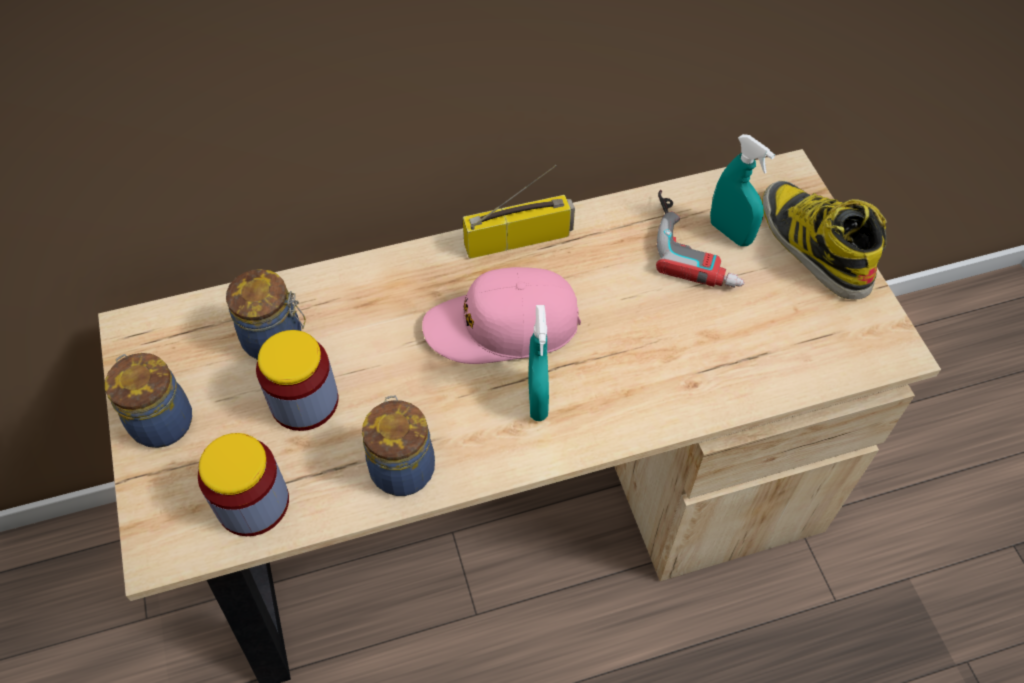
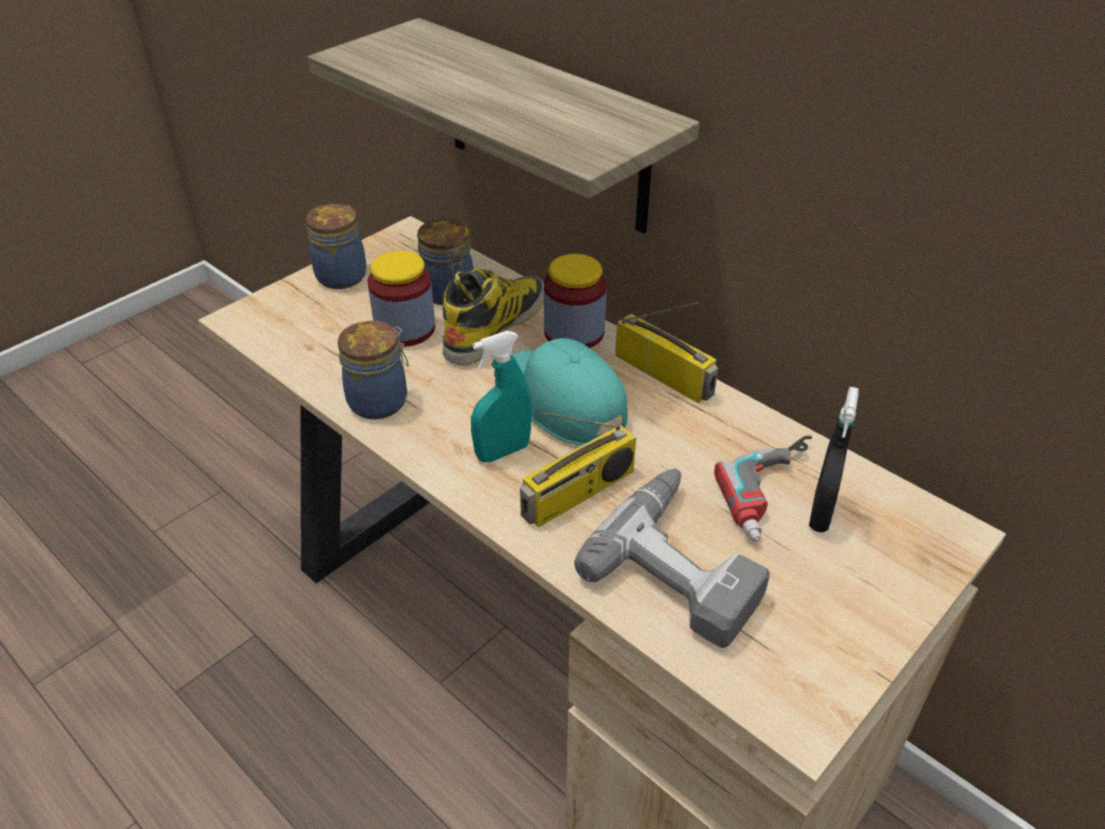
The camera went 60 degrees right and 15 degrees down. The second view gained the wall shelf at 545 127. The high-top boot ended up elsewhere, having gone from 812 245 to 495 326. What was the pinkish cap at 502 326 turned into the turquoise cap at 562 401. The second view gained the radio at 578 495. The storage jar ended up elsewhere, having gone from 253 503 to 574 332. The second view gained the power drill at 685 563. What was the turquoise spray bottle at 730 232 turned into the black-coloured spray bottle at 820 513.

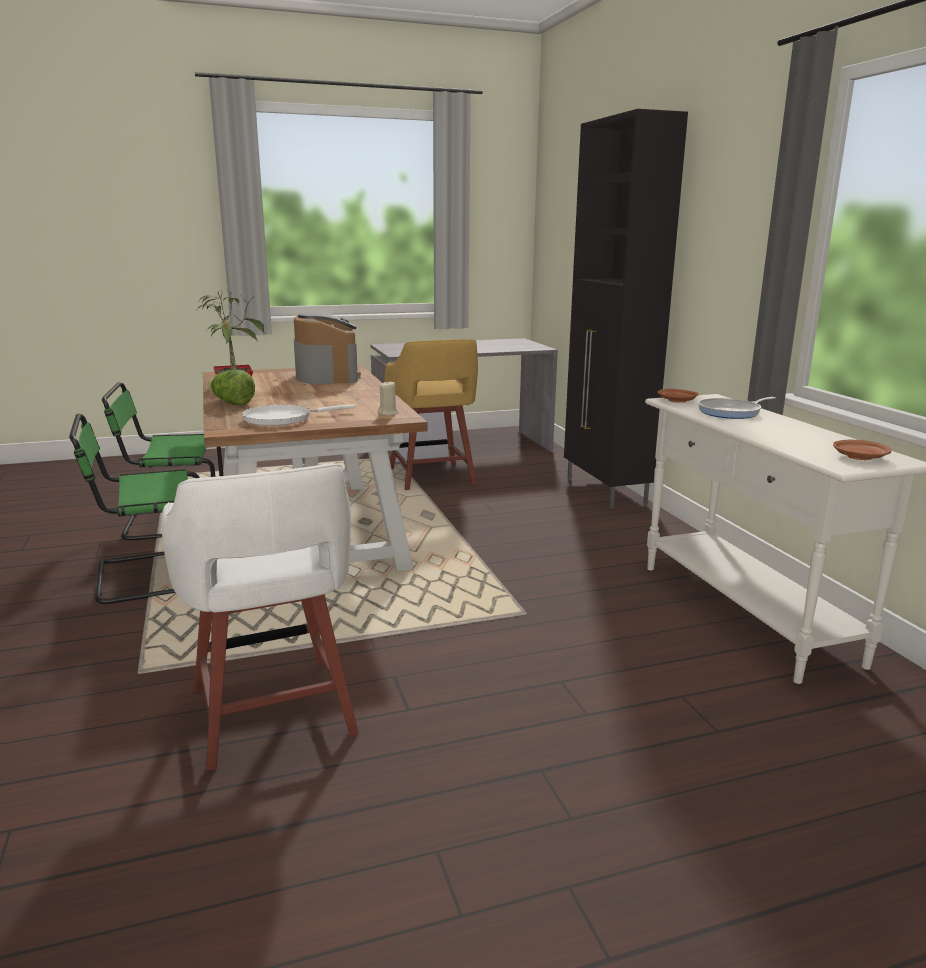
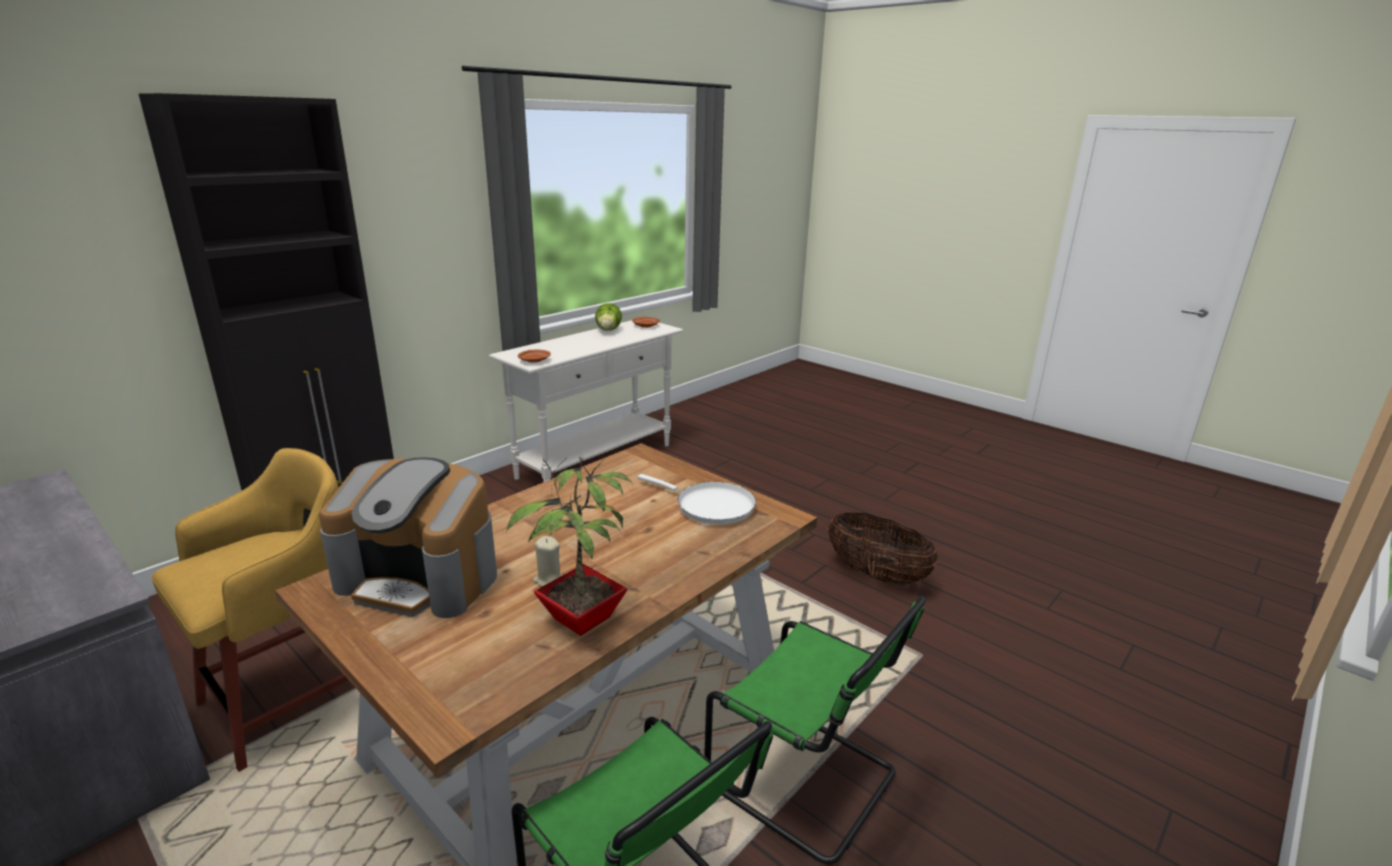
The camera went 120 degrees left and 5 degrees up. The coffee maker at 327 376 ended up facing another way, 120 degrees counterclockwise from before. The beige-coloured wax candle ended up elsewhere, having gone from 388 413 to 548 580. The lettuce ended up elsewhere, having gone from 232 403 to 608 331. Where the whitish stool seat stood at 272 714, the storage basket came to stand at 876 575. The second view lost the skillet at 732 412.

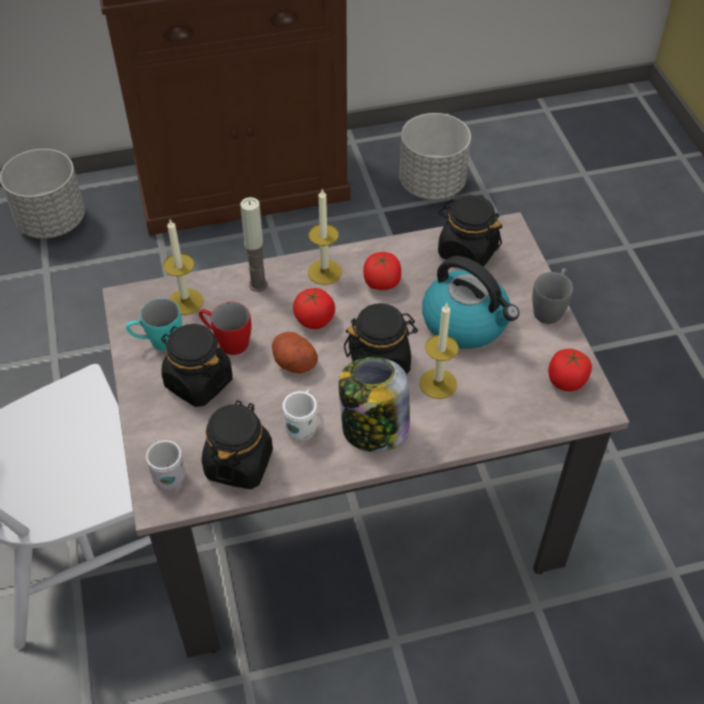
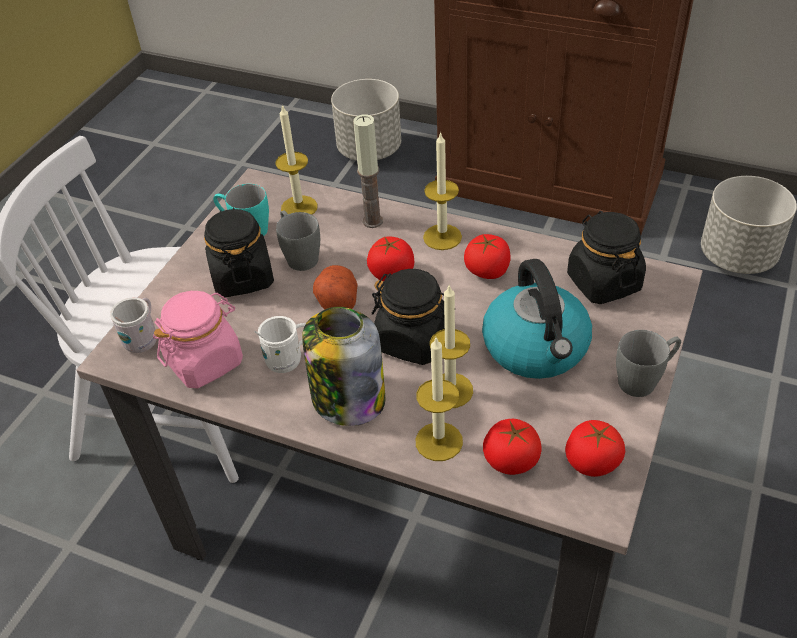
The camera went 40 degrees right and 5 degrees down. What was the black-coloured storage jar at 239 463 turned into the pinkish storage jar at 205 361. What was the red mug at 227 341 turned into the gray mug at 299 255. The second view gained the wax candle at 439 441. The second view gained the tomato at 511 460.

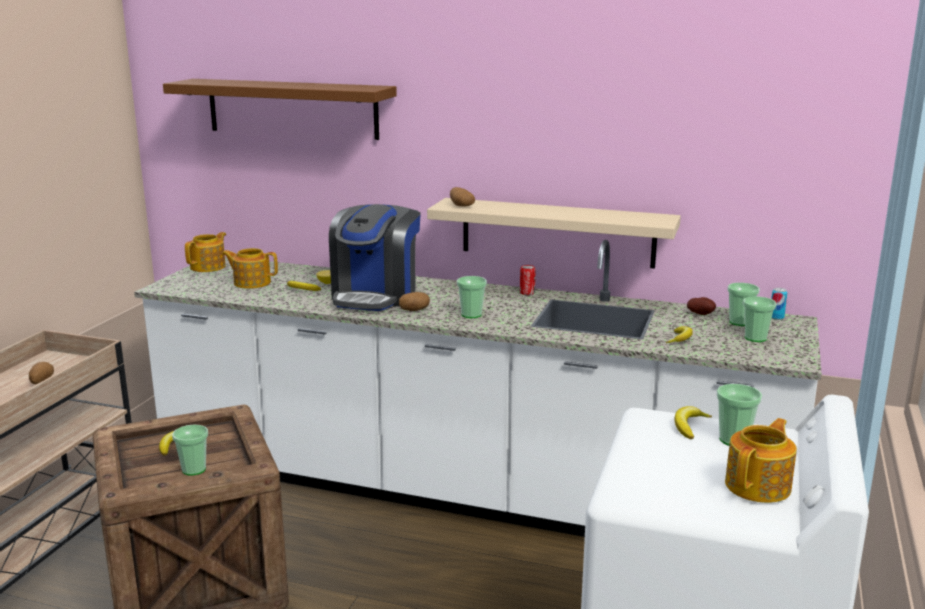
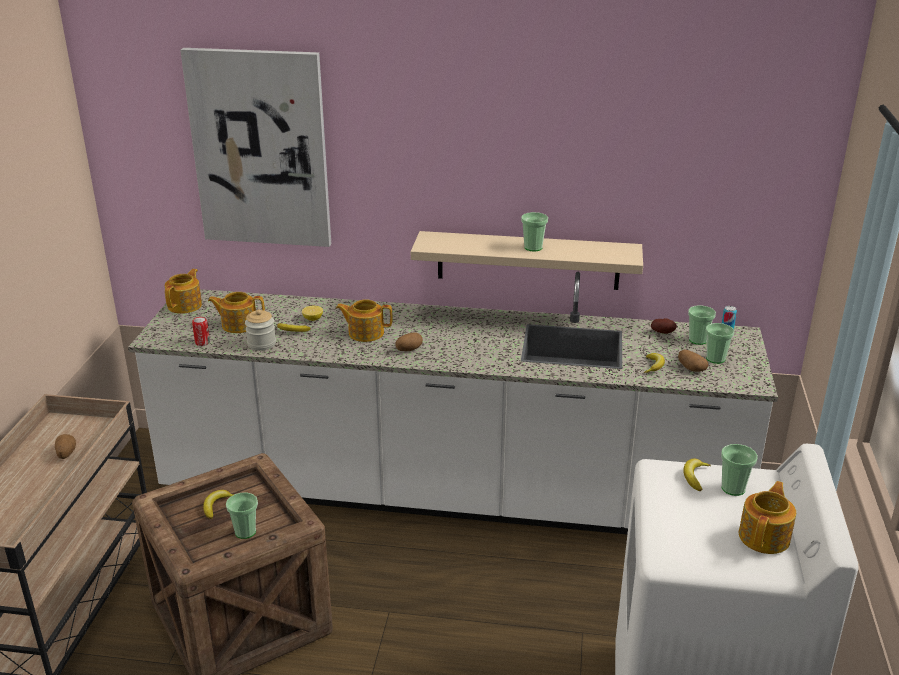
The camera went 10 degrees left and 10 degrees up. Where the brownish wall shelf hung at 292 108, the wall picture came to hang at 260 149. The can ended up elsewhere, having gone from 527 293 to 202 342. The second view gained the storage jar at 261 344. Where the coffee maker stood at 375 295, the pot for tea came to stand at 365 333. The small cup ended up elsewhere, having gone from 471 315 to 533 247. The spud ended up elsewhere, having gone from 461 206 to 690 368.

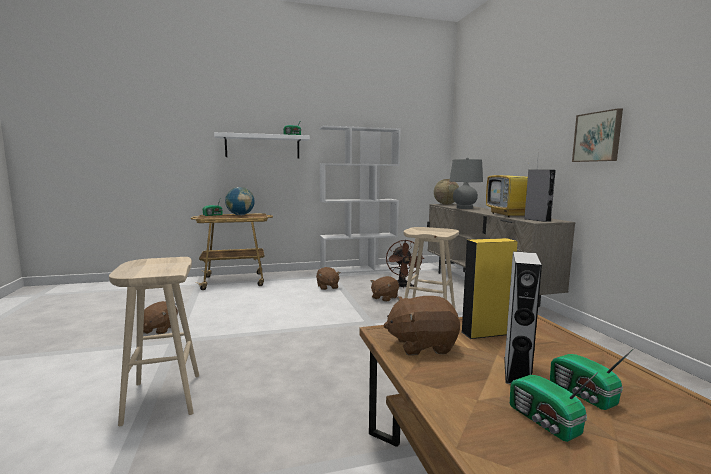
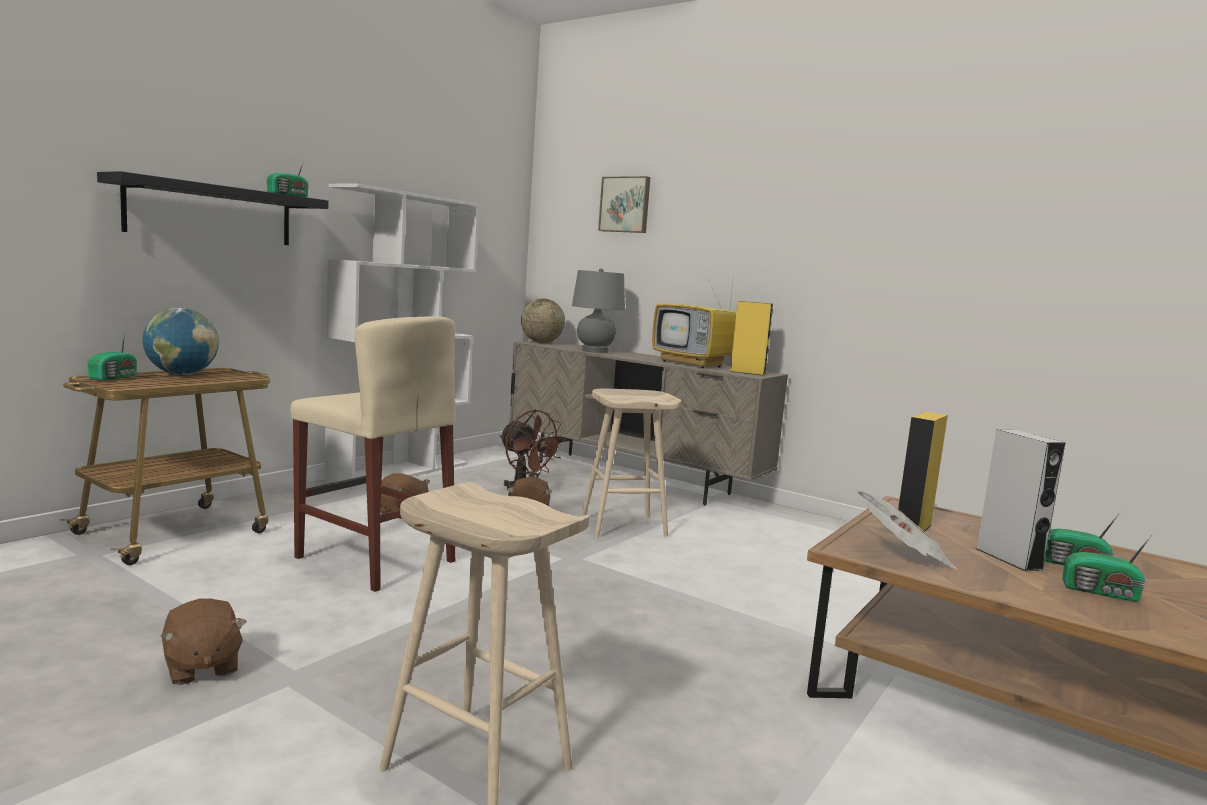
The camera went 40 degrees left and 0 degrees up. What was the whitish wall shelf at 262 146 turned into the black-coloured wall shelf at 211 213. The second view gained the beige-coloured stool seat at 375 559. The wall picture ended up elsewhere, having gone from 598 137 to 625 204. What was the gray speaker at 537 220 turned into the yellowish speaker at 747 372. Where the brownish plush toy stood at 422 345, the daily paper came to stand at 902 555.

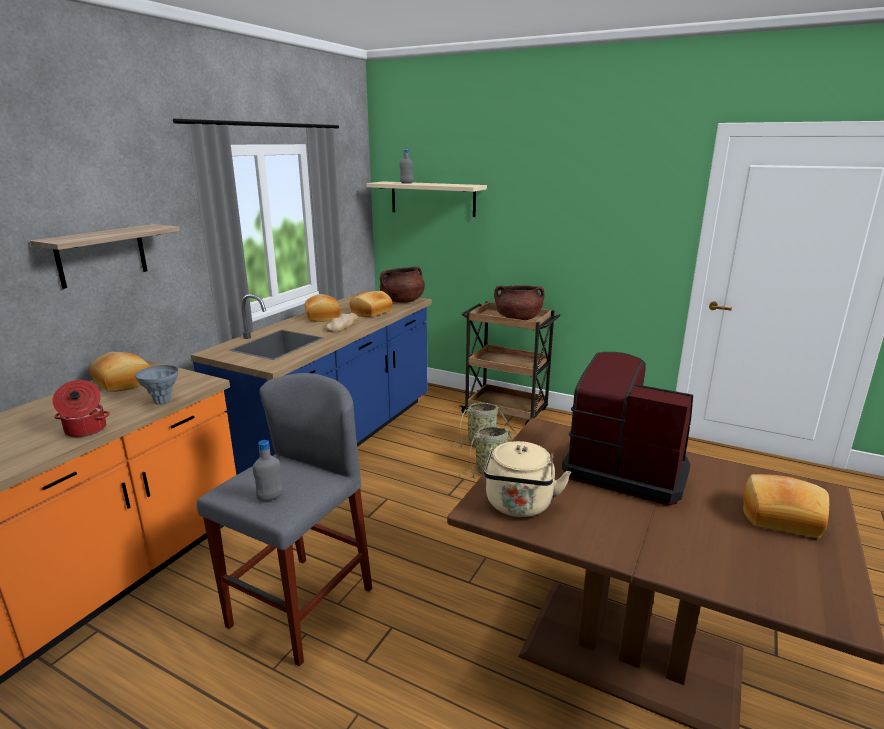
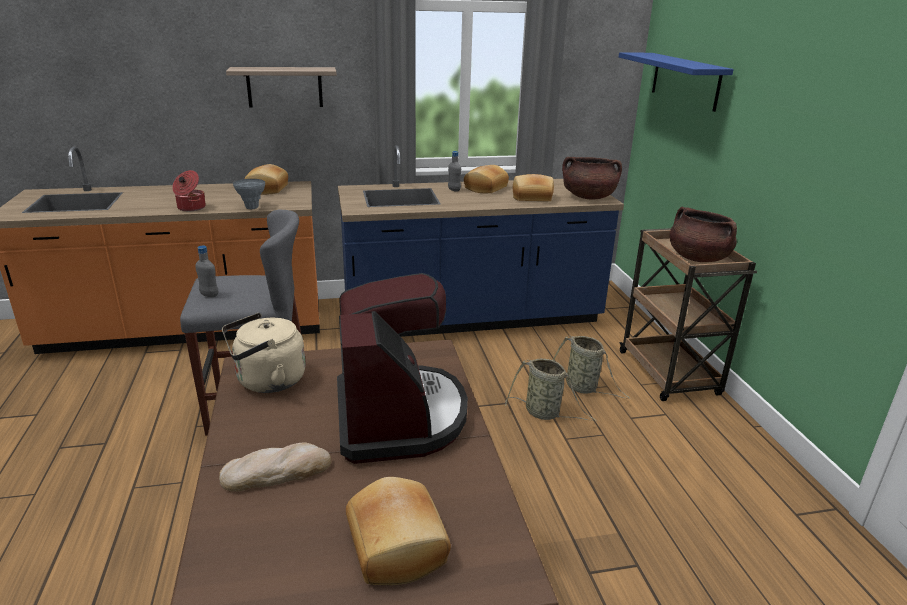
The camera went 50 degrees right and 5 degrees up. The baked bread ended up elsewhere, having gone from 342 325 to 277 471. The gray bottle ended up elsewhere, having gone from 406 183 to 454 190. What was the beige-coloured wall shelf at 432 198 turned into the blue-coloured wall shelf at 685 80.

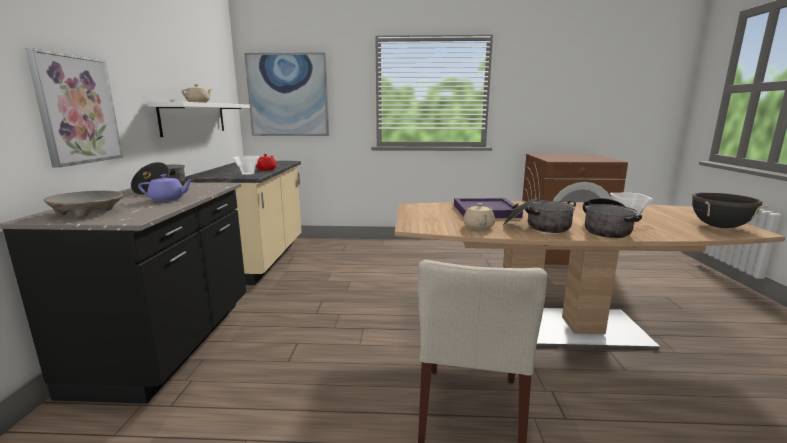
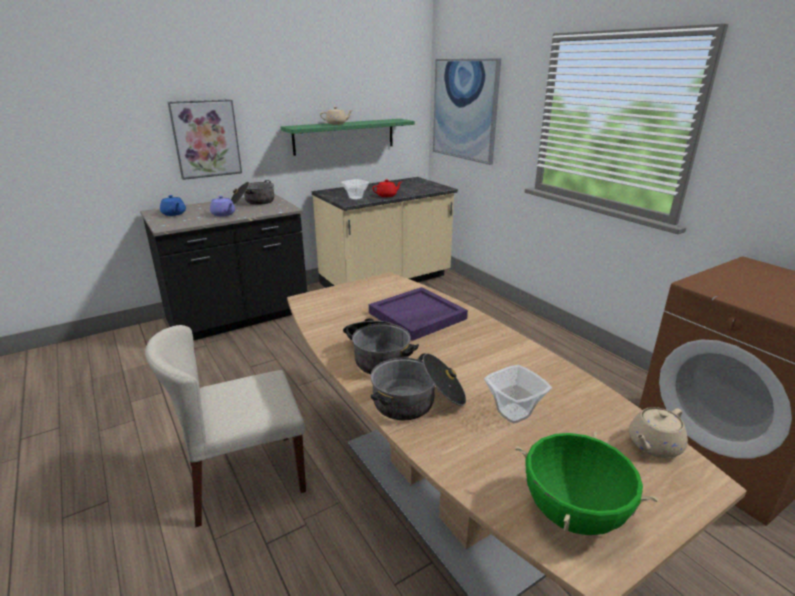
The camera went 55 degrees right and 10 degrees up. Where the beige-coloured deep dish stood at 88 212, the blue-coloured pot for tea came to stand at 174 214. What was the whitish wall shelf at 194 118 turned into the green-coloured wall shelf at 344 136. What was the black-coloured cooking pot at 719 227 turned into the green-coloured cooking pot at 573 514. The beige-coloured pot for tea ended up elsewhere, having gone from 478 227 to 653 445.

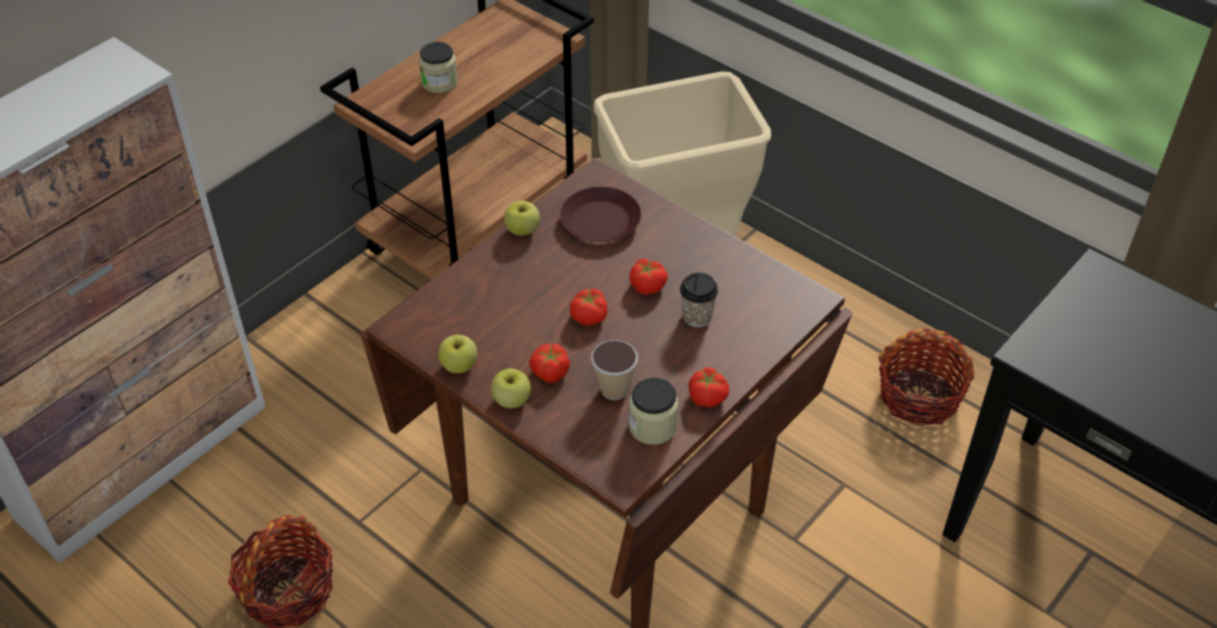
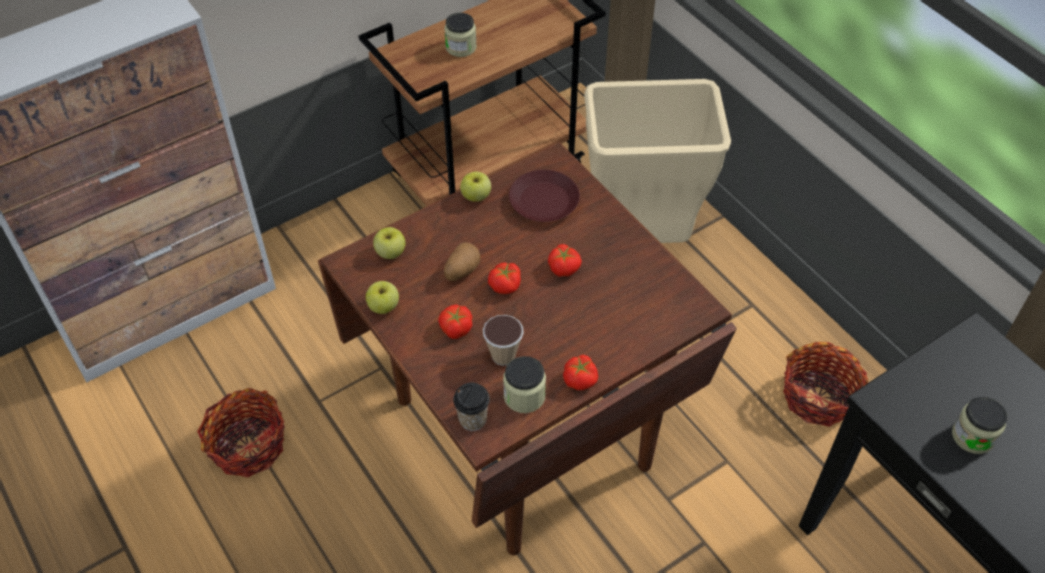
The camera went 15 degrees right and 5 degrees up. The whole apple ended up elsewhere, having gone from 511 400 to 390 253. The second view gained the spud at 461 271. The small cup ended up elsewhere, having gone from 697 317 to 472 419. The second view gained the storage jar at 972 436.

